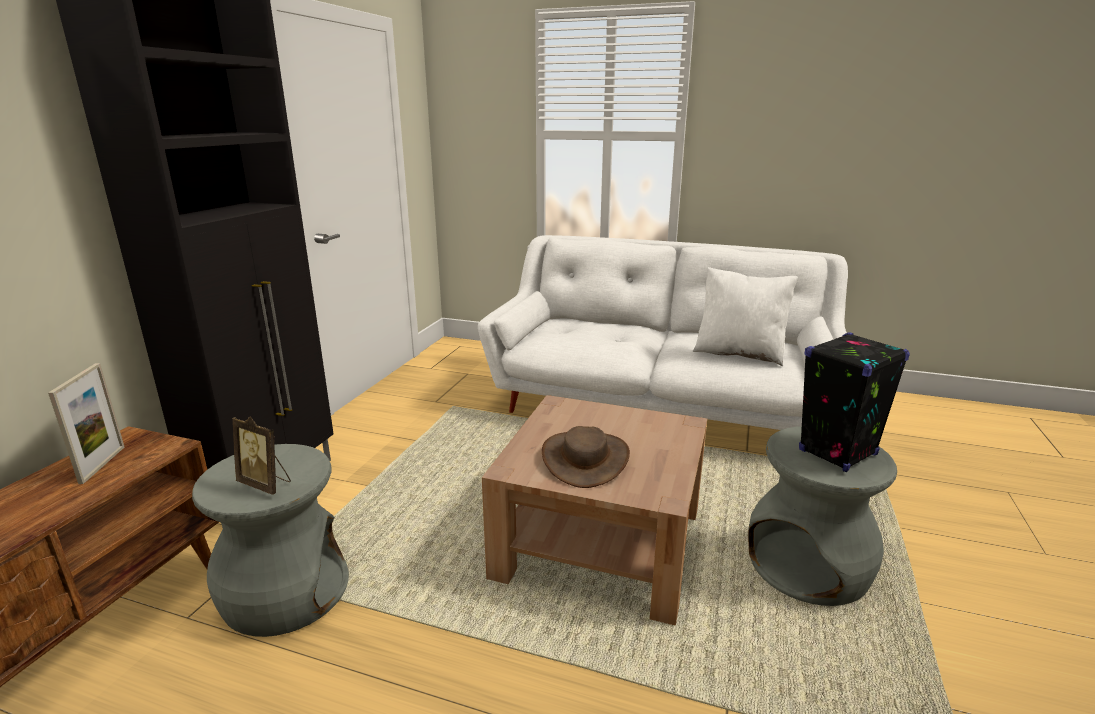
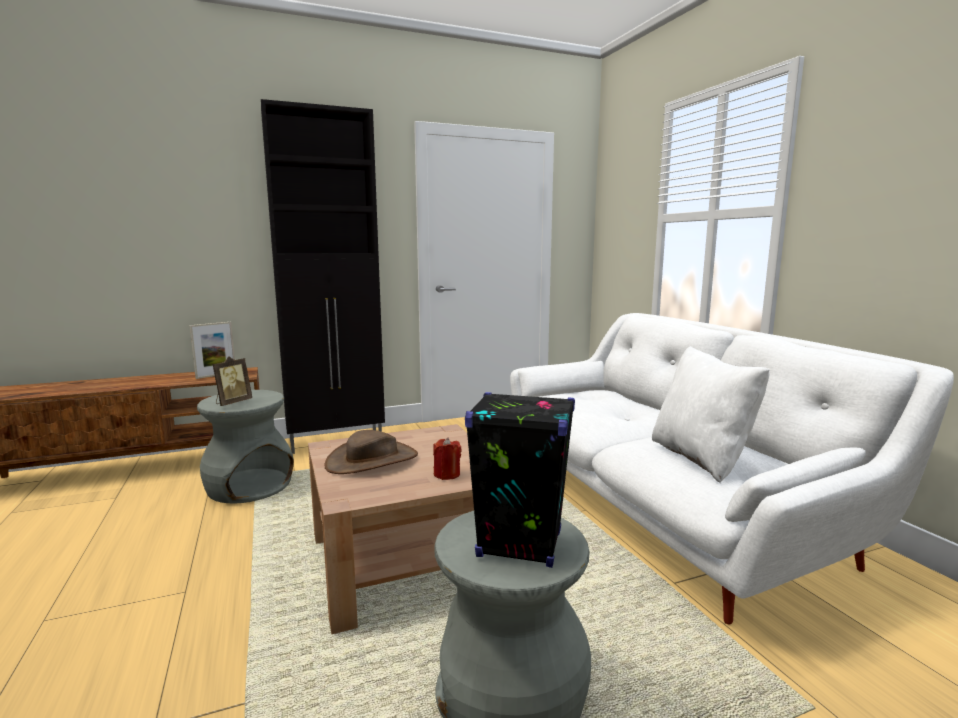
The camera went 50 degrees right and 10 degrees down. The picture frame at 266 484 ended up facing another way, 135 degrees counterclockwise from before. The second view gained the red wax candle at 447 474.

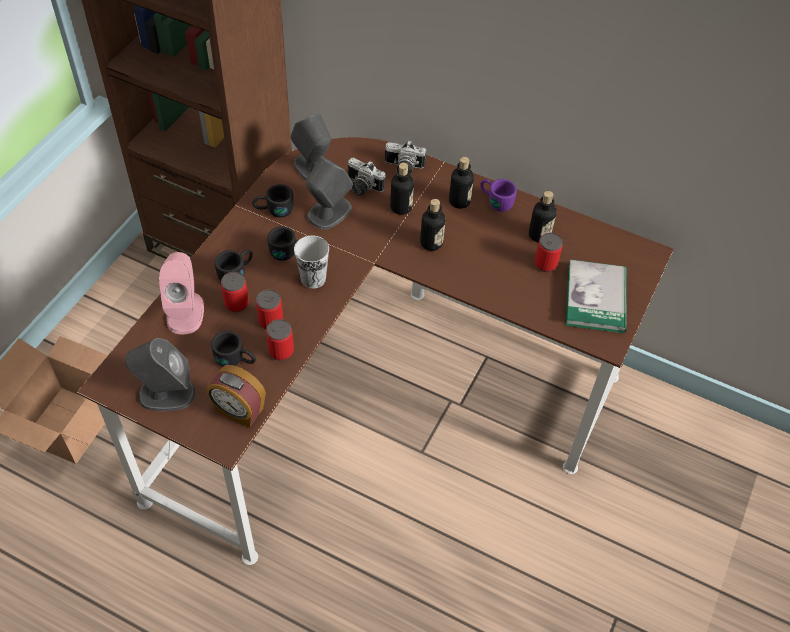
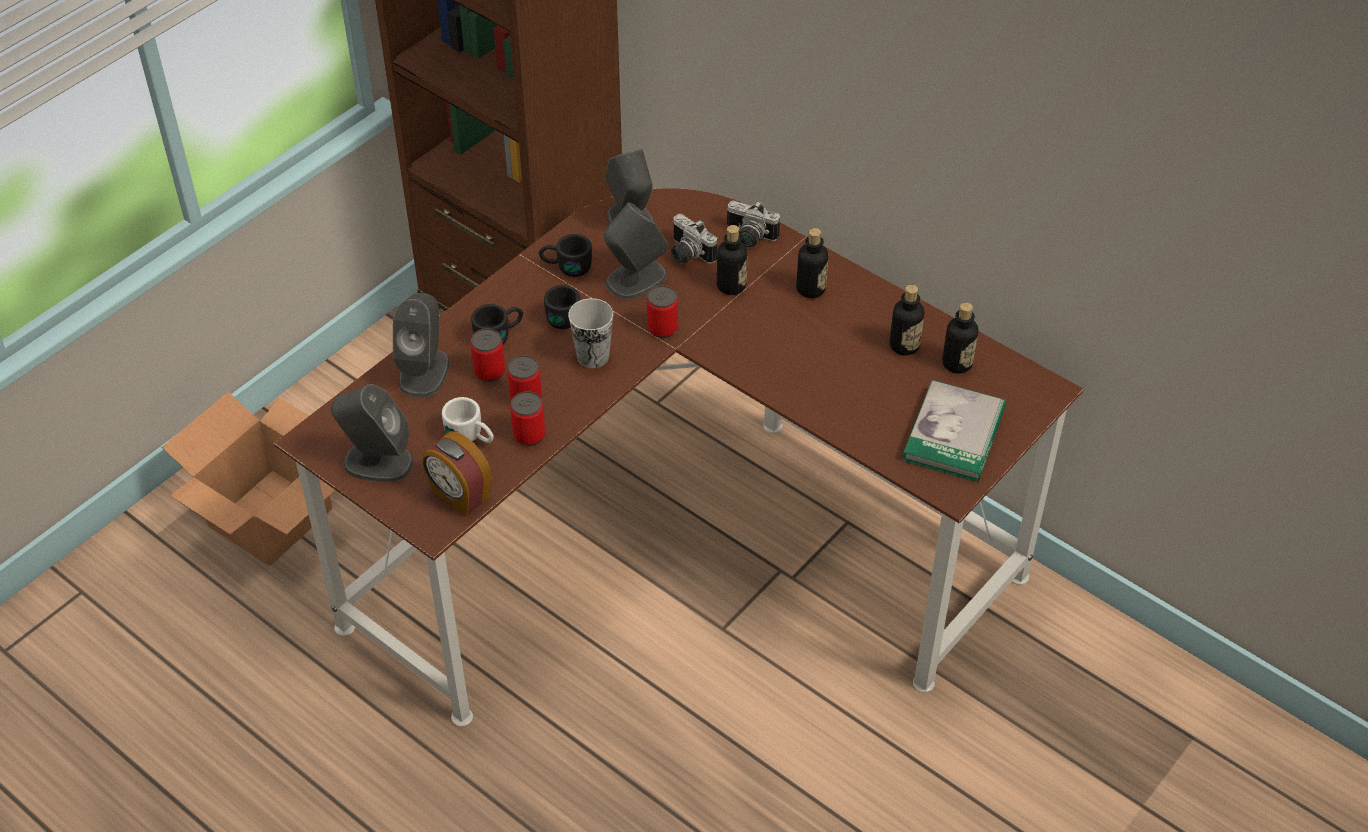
The camera went 15 degrees right and 5 degrees down. What was the pinkish speaker at 185 312 turned into the gray speaker at 424 372. What was the black-coloured mug at 236 360 turned into the whitish mug at 471 436. The can ended up elsewhere, having gone from 545 264 to 662 328. The bottle ended up elsewhere, having gone from 431 243 to 957 363. The second view lost the purple mug at 495 201.

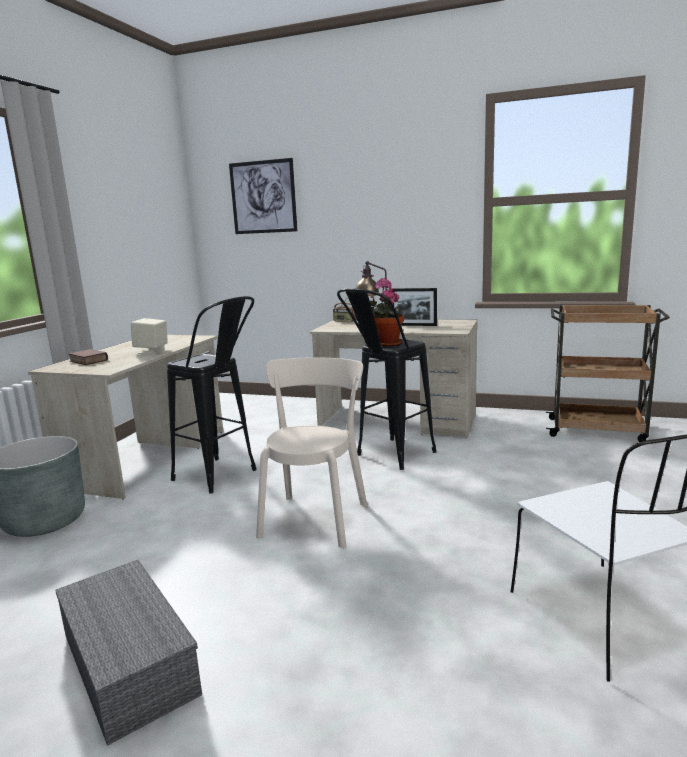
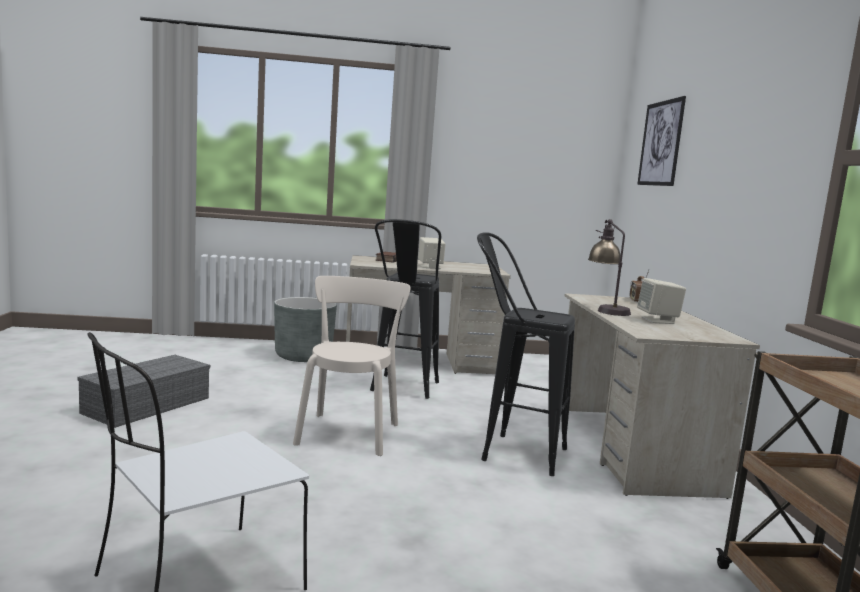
The camera went 65 degrees right and 5 degrees down. The beige-coloured chair at 315 517 ended up facing another way, 75 degrees counterclockwise from before. Where the picture frame stood at 414 325, the beige-coloured speaker came to stand at 658 320. The second view lost the potted plant at 387 344.

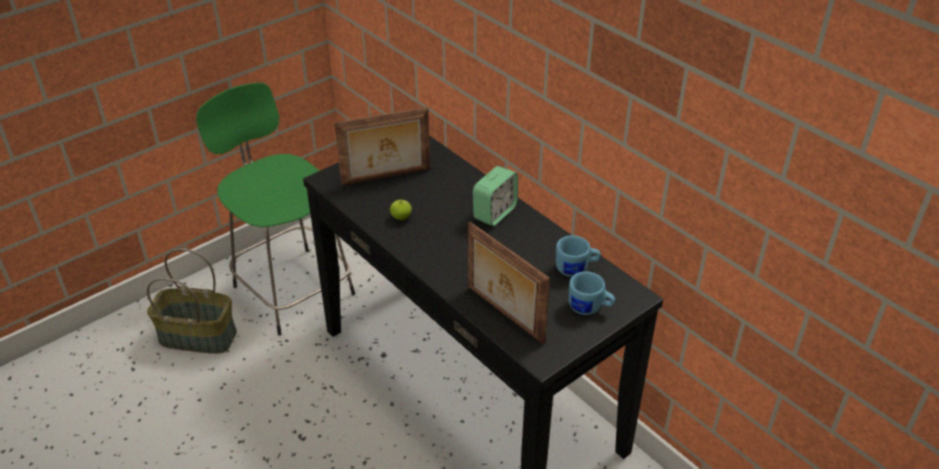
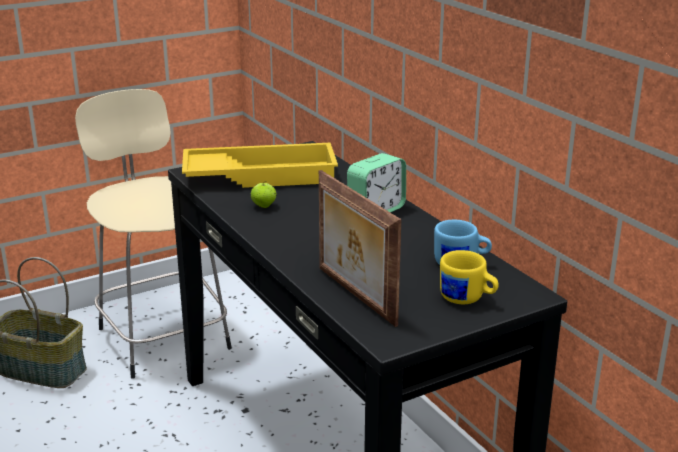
The camera went 10 degrees right and 15 degrees down. What was the green-coloured stool seat at 291 288 turned into the beige-coloured stool seat at 162 336. Where the picture frame stood at 386 177, the yellowish tray came to stand at 261 175. What was the blue-coloured mug at 590 308 turned into the yellowish mug at 467 299.

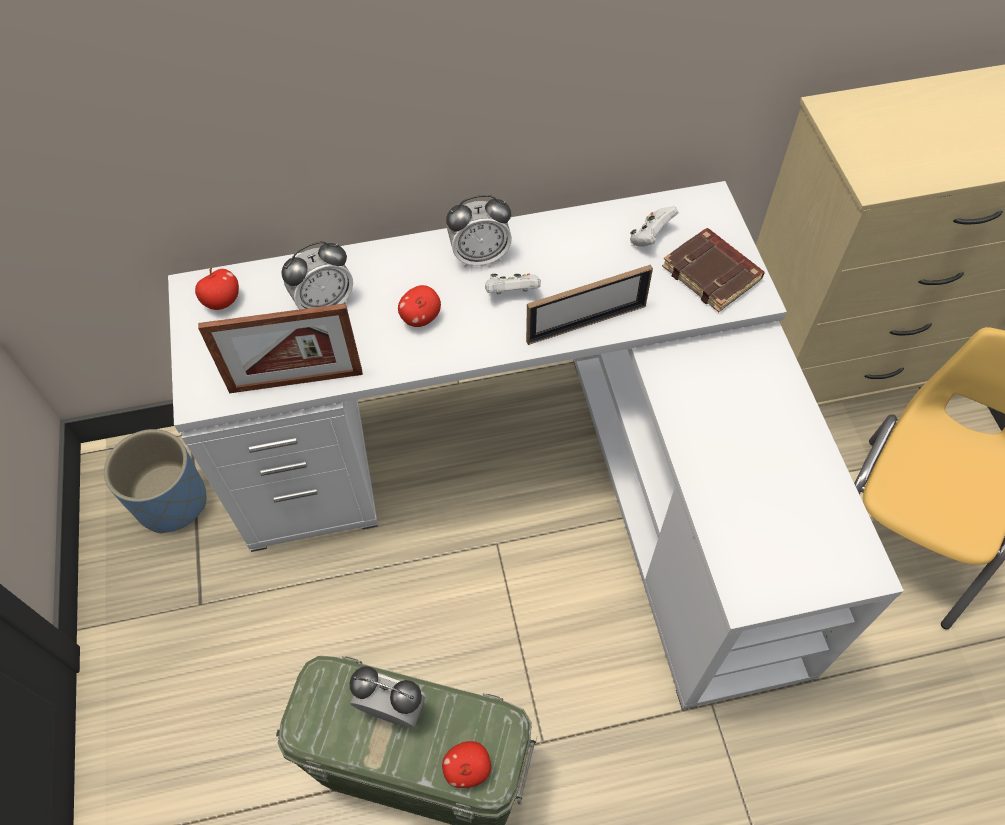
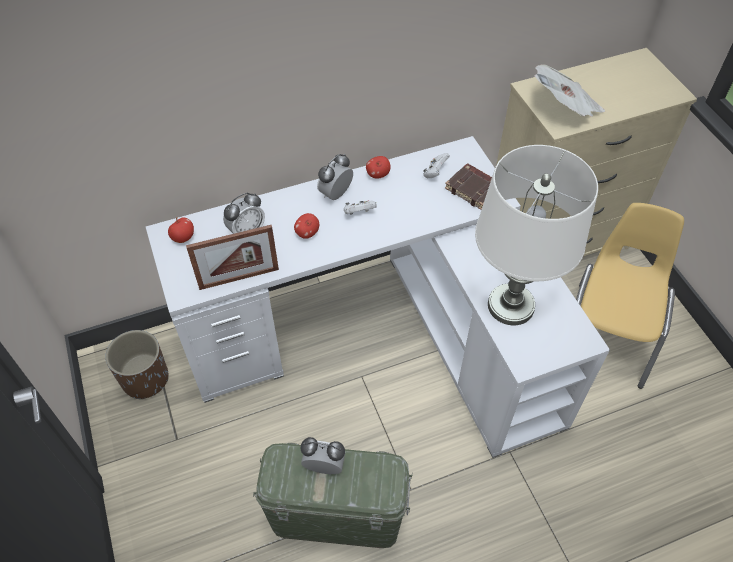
The camera went 10 degrees left and 5 degrees down. What was the blue-coloured plant pot at 172 501 turned into the brownish plant pot at 145 379. The bedside clock at 480 256 ended up facing another way, 150 degrees clockwise from before. The whole apple ended up elsewhere, having gone from 468 769 to 378 174. The second view gained the whitish table lamp at 510 306. The second view gained the daily paper at 565 108. The second view lost the picture frame at 586 323.

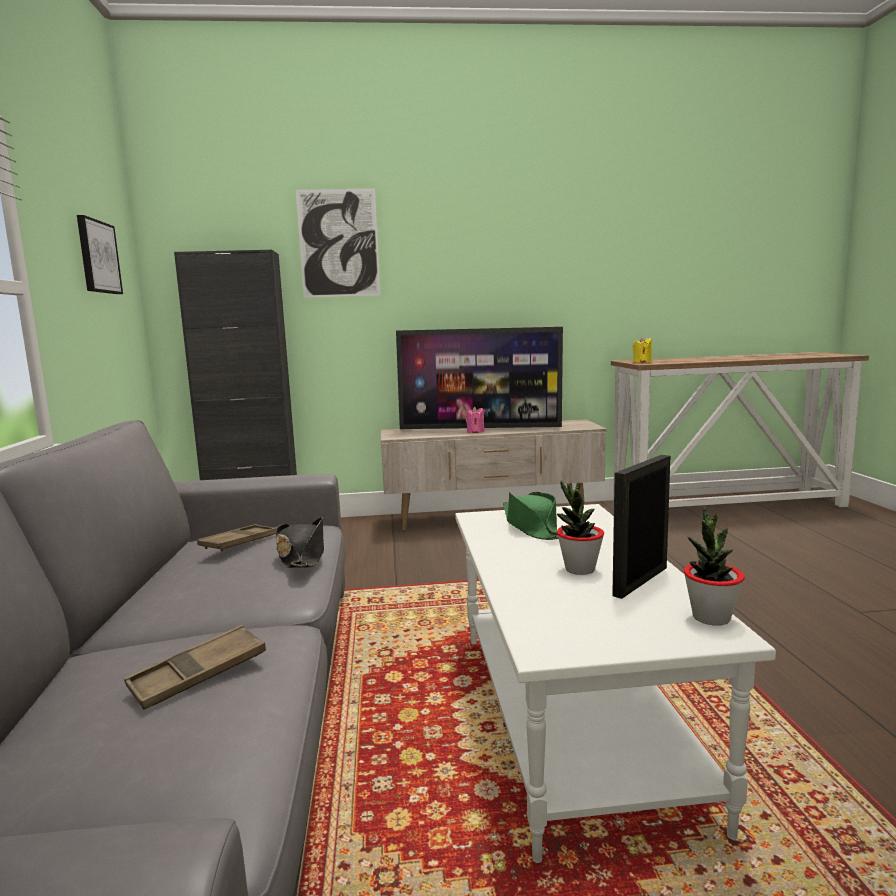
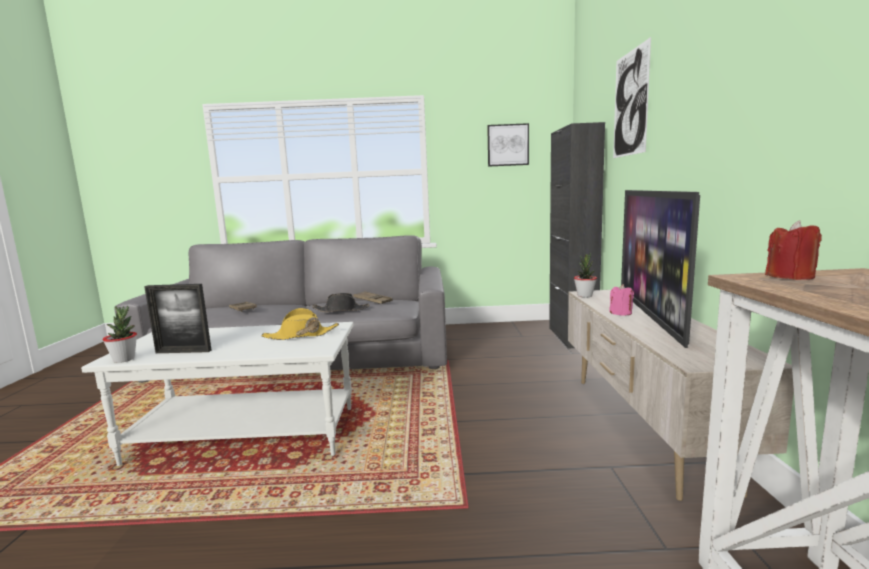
The camera went 95 degrees right and 0 degrees up. The picture frame at 640 581 ended up facing another way, 135 degrees clockwise from before. What was the green-coloured clothing hat at 531 526 turned into the yellowish clothing hat at 301 335. The potted plant ended up elsewhere, having gone from 579 569 to 584 296. What was the yellowish wax candle at 642 362 turned into the red wax candle at 790 277.

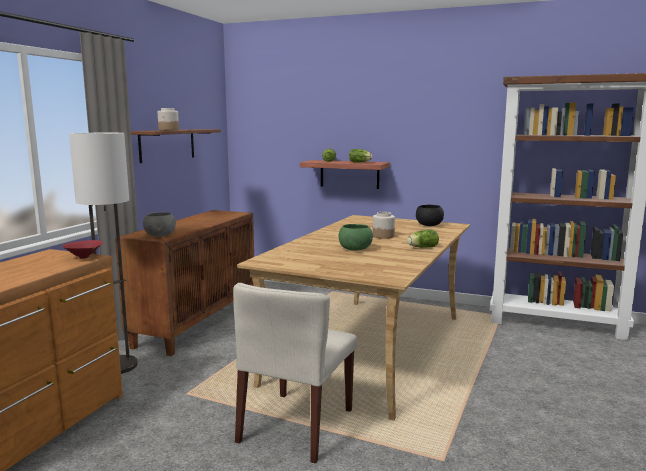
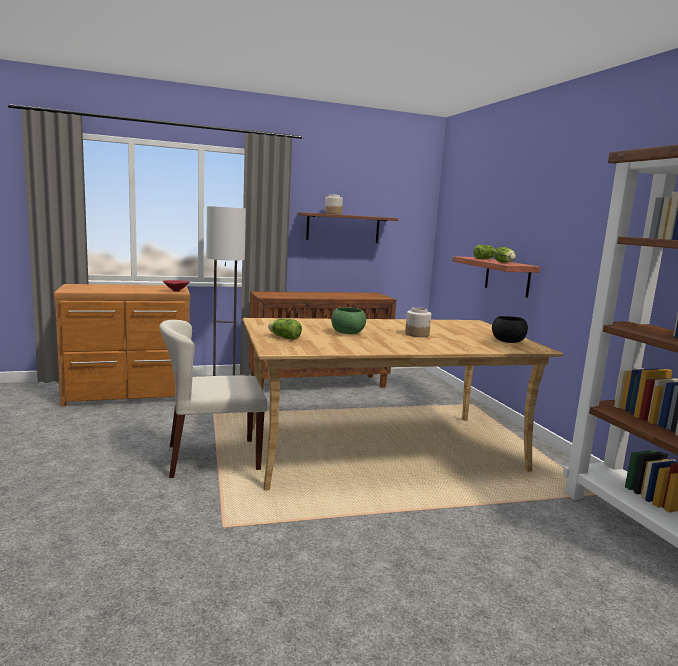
The camera went 50 degrees right and 0 degrees up. The lettuce ended up elsewhere, having gone from 421 247 to 283 337. The second view lost the gray deep dish at 160 235.

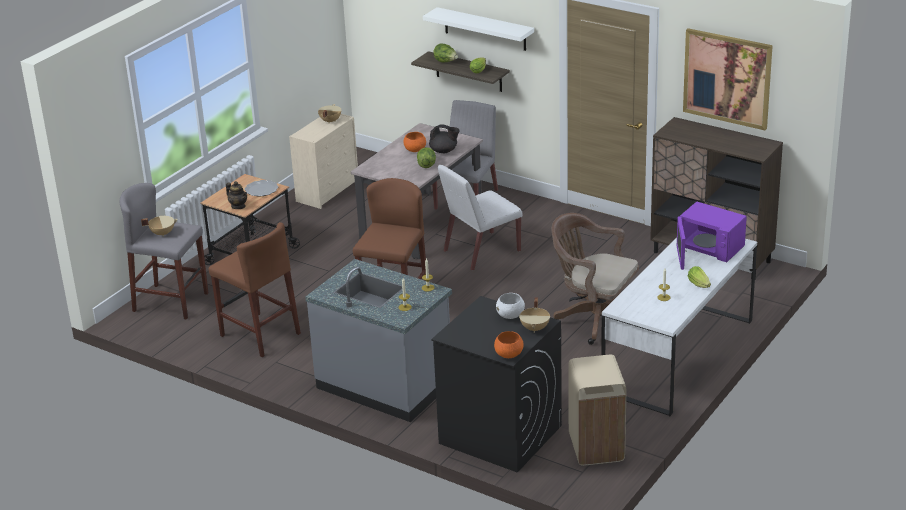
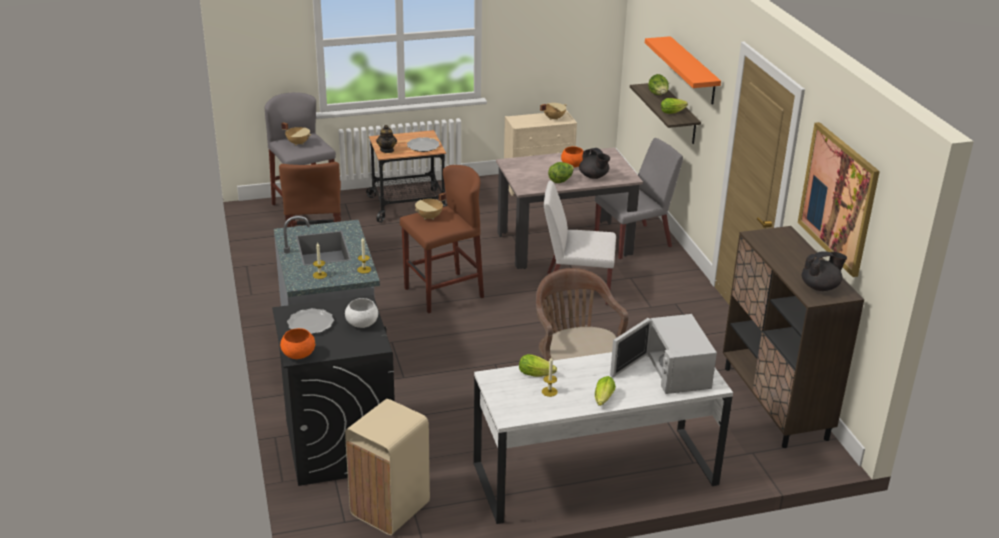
The camera went 40 degrees right and 0 degrees up. The second view gained the plate at 310 323. The beige-coloured cooking pot ended up elsewhere, having gone from 535 328 to 429 217. The second view gained the lettuce at 537 374. What was the purple kitchen microwave at 708 247 turned into the whitish kitchen microwave at 673 370. What was the whitish wall shelf at 485 29 turned into the orange wall shelf at 693 71. The second view gained the black-coloured pot for tea at 820 287.

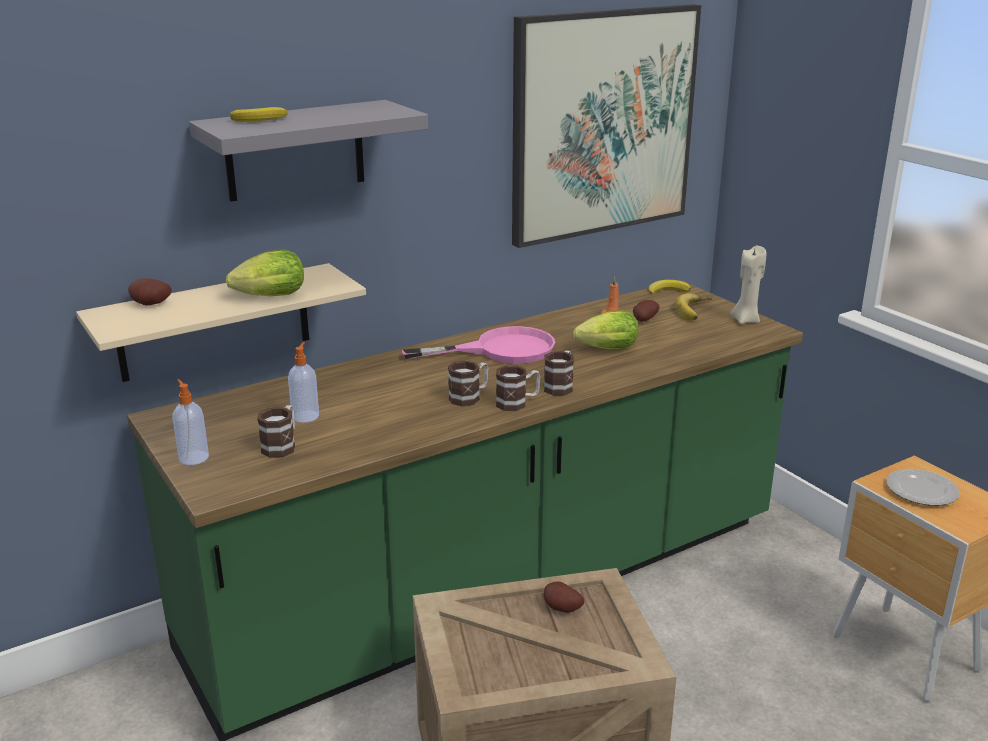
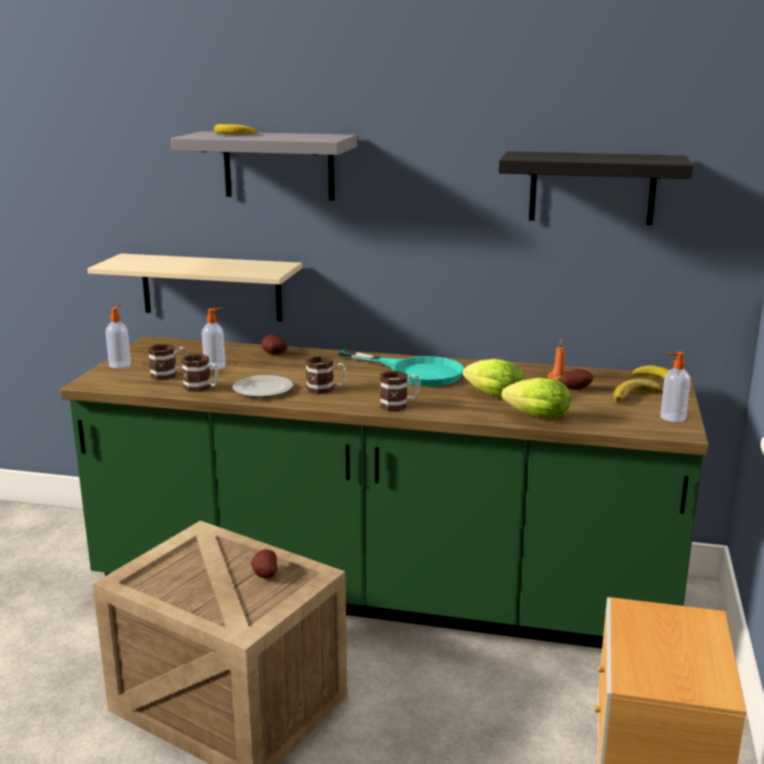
The camera went 45 degrees right and 5 degrees down. The mug ended up elsewhere, having gone from 517 403 to 202 388. The plate ended up elsewhere, having gone from 920 491 to 262 389. The spud ended up elsewhere, having gone from 150 305 to 273 354. What was the pinkish skillet at 500 350 turned into the turquoise skillet at 415 372. Where the wall picture hung at 603 123, the black-coloured wall shelf came to hang at 592 188. The lettuce ended up elsewhere, having gone from 267 297 to 533 417. Where the beige-coloured wax candle stood at 745 320, the soap bottle came to stand at 671 417.

